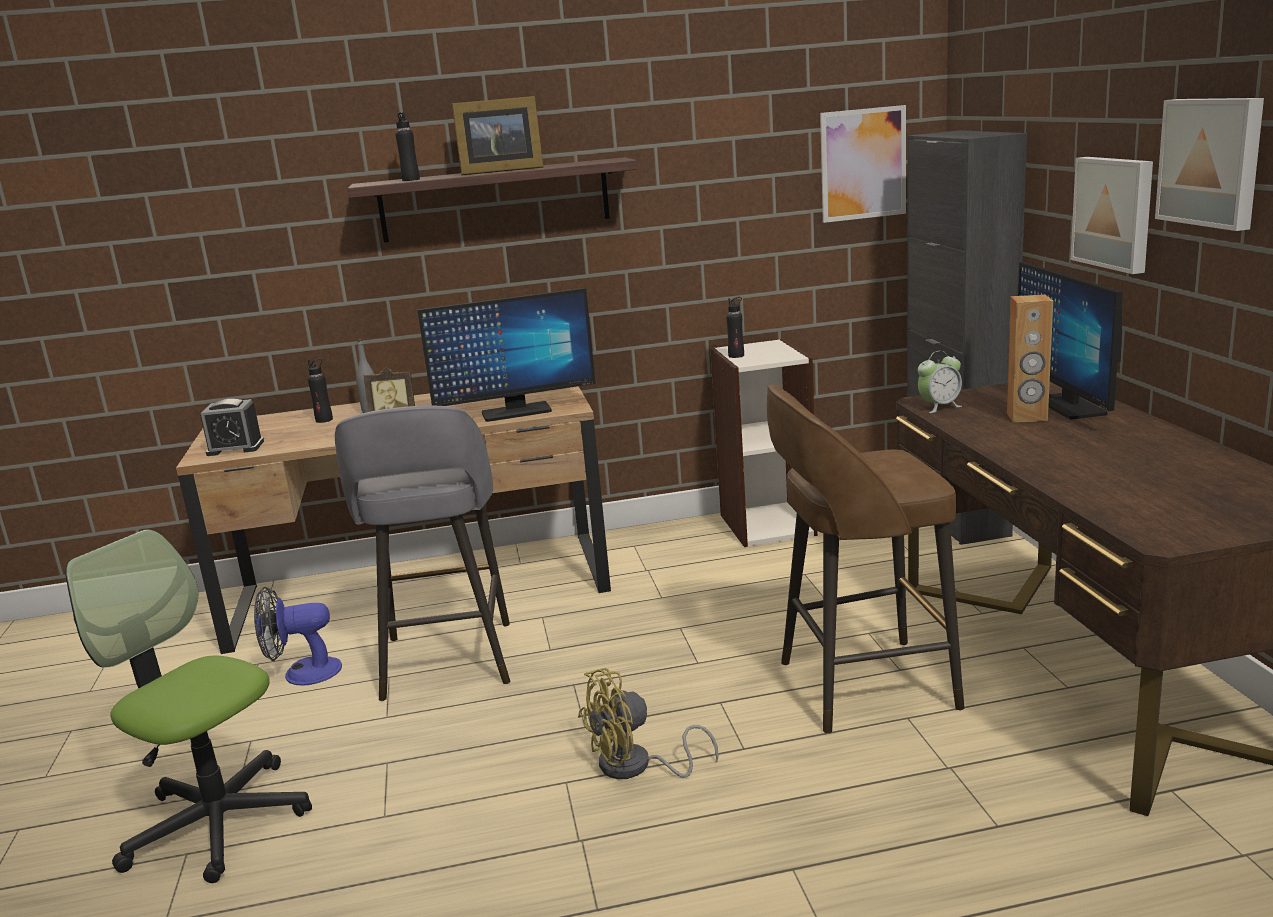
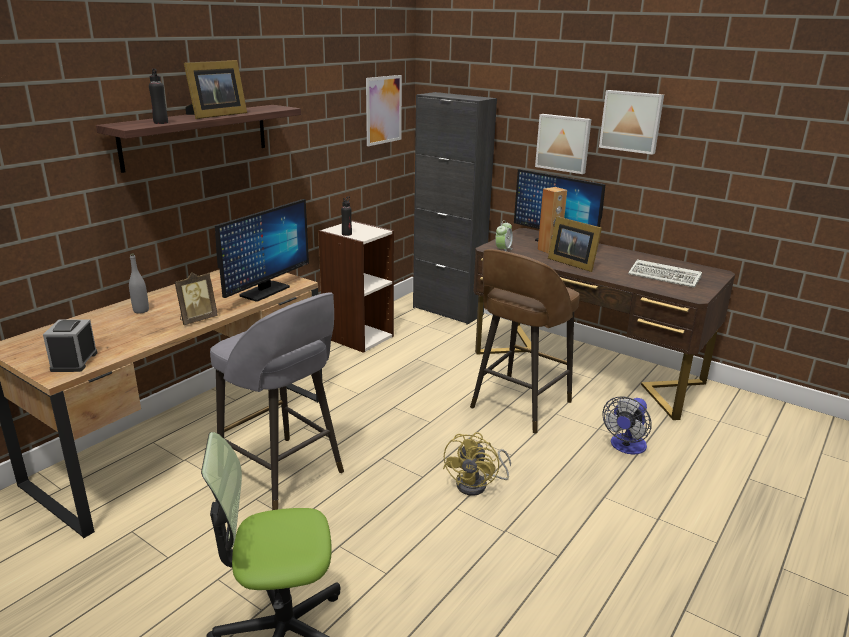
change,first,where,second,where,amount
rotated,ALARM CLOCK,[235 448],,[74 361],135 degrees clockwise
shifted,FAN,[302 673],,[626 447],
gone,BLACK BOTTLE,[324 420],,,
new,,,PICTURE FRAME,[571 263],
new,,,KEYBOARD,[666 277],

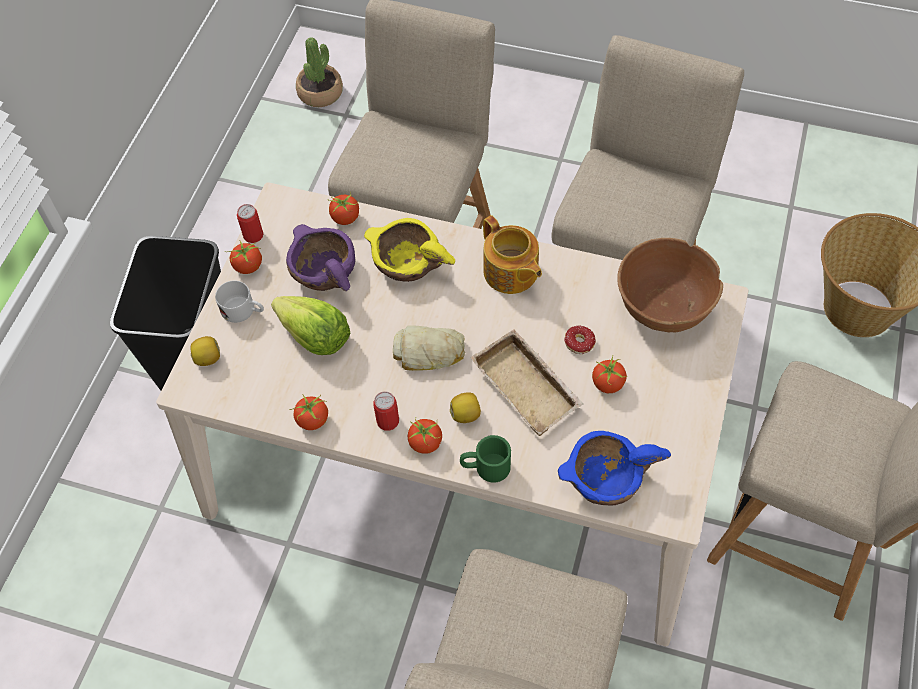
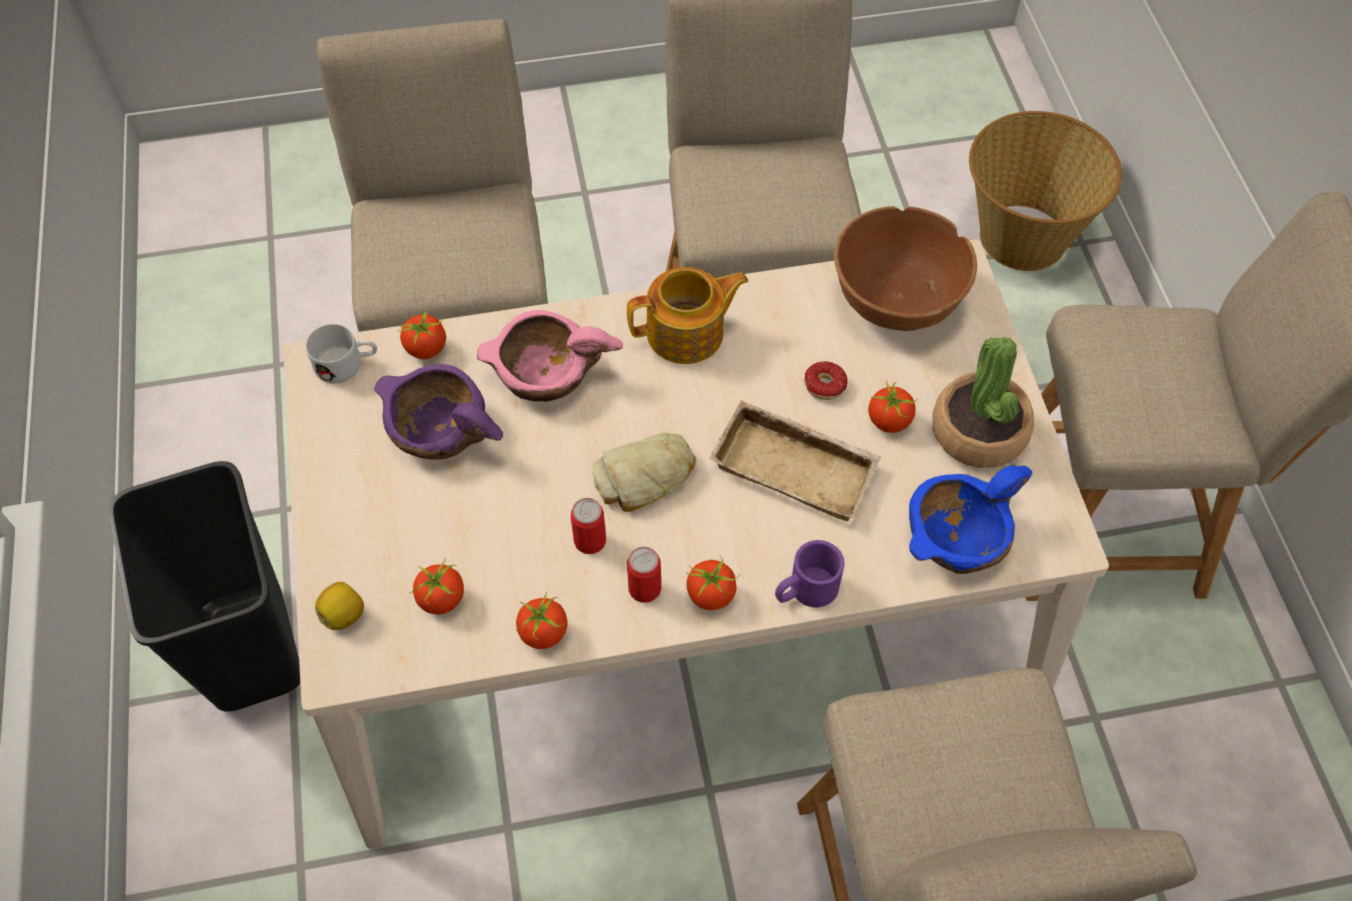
change,first,where,second,where,amount
shifted,WHITE MUG,[243 311],,[347 364],
shifted,TOMATO,[248 267],,[441 599],
shifted,CAN,[253 235],,[590 540],
gone,LETTUCE,[315 337],,,
shifted,POTTED PLANT,[320 93],,[979 432],
repainted,YELLOW BOWL,[407 263],PINK BOWL,[545 374],
gone,LEMON,[466 414],,,
repainted,GREEN MUG,[485 467],PURPLE MUG,[805 591],
rotated,TEAPOT,[511 273],,[687 333],45 degrees counterclockwise

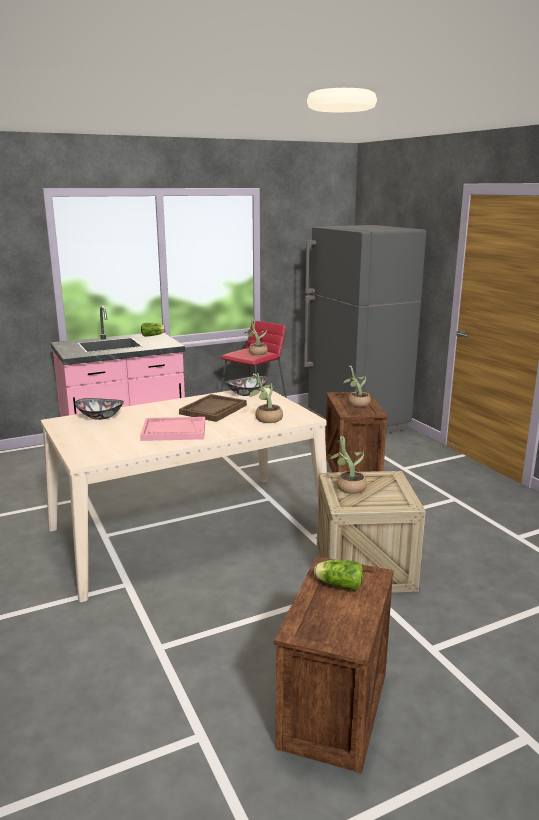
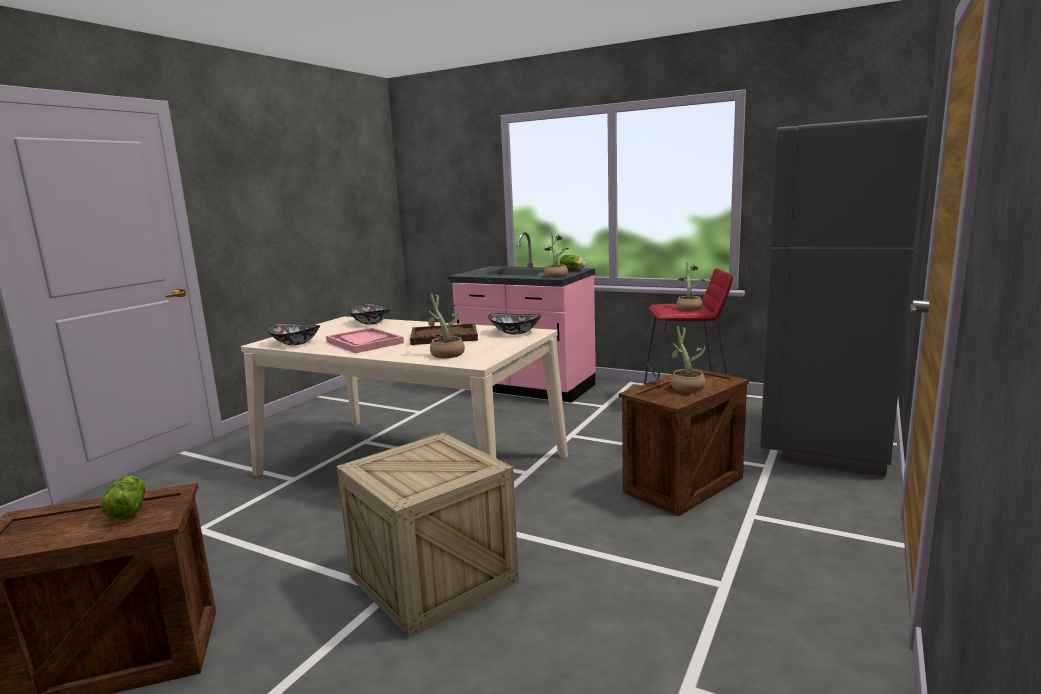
change,first,where,second,where,amount
shifted,POTTED PLANT,[347 487],,[555 276],
new,,,BOWL,[295 343],

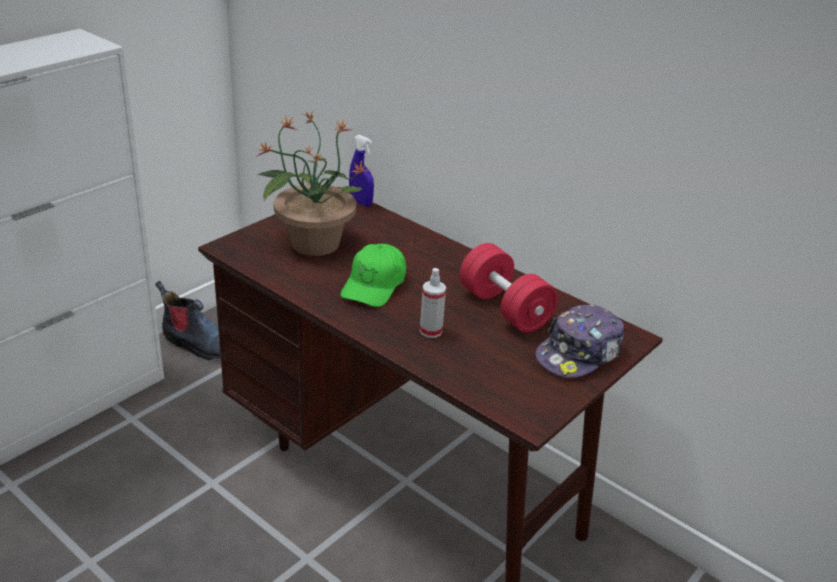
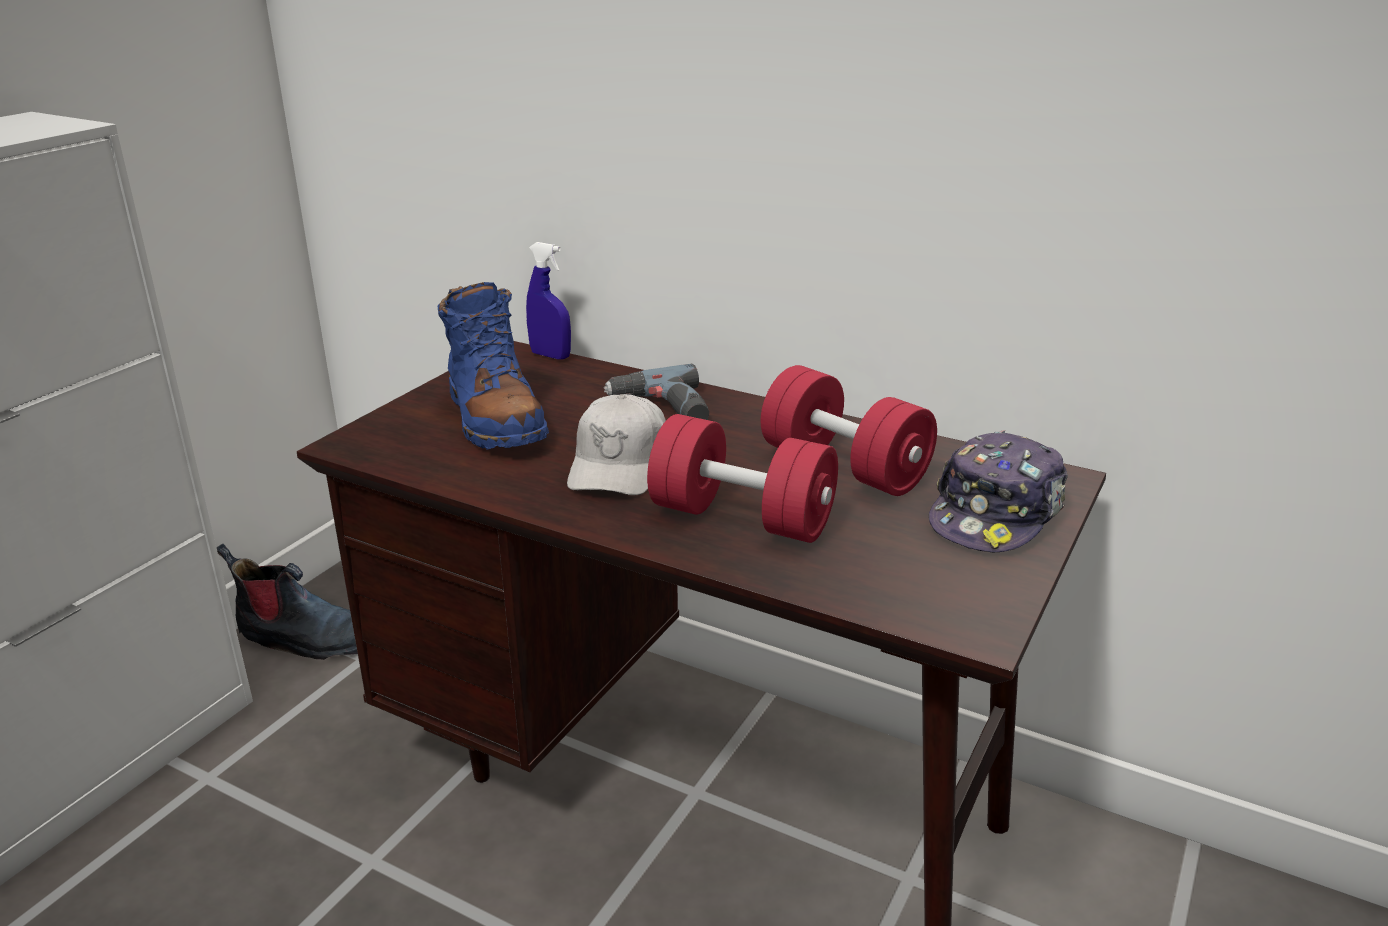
change,first,where,second,where,amount
swapped,POTTED PLANT,[313 243],BLUE BOOT,[494 419],
repainted,GREEN CAP,[374 285],WHITE CAP,[619 465],
swapped,SPRAY BOTTLE,[431 331],RED DUMBBELL,[742 518],
new,,,POWER DRILL,[662 409],

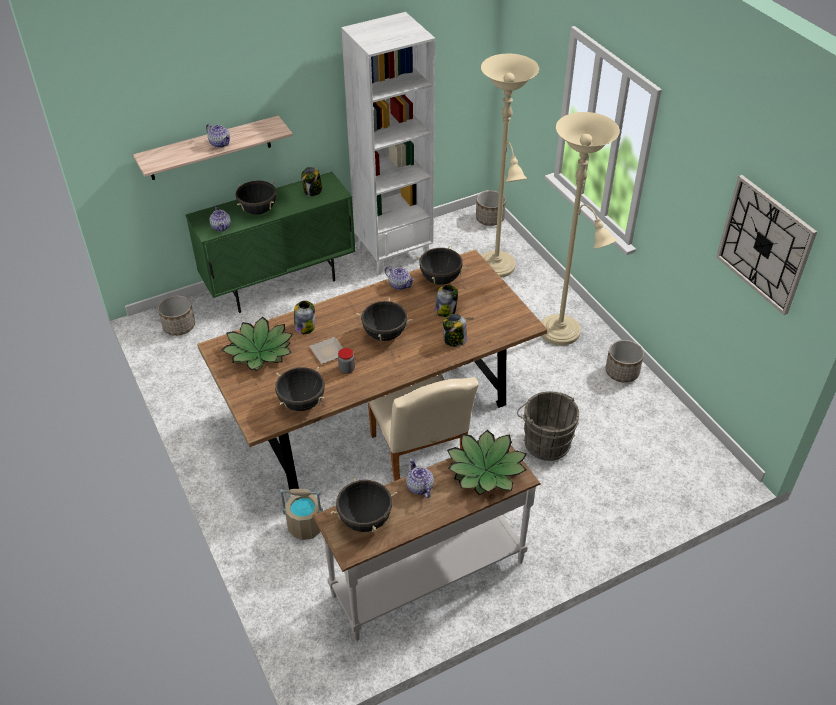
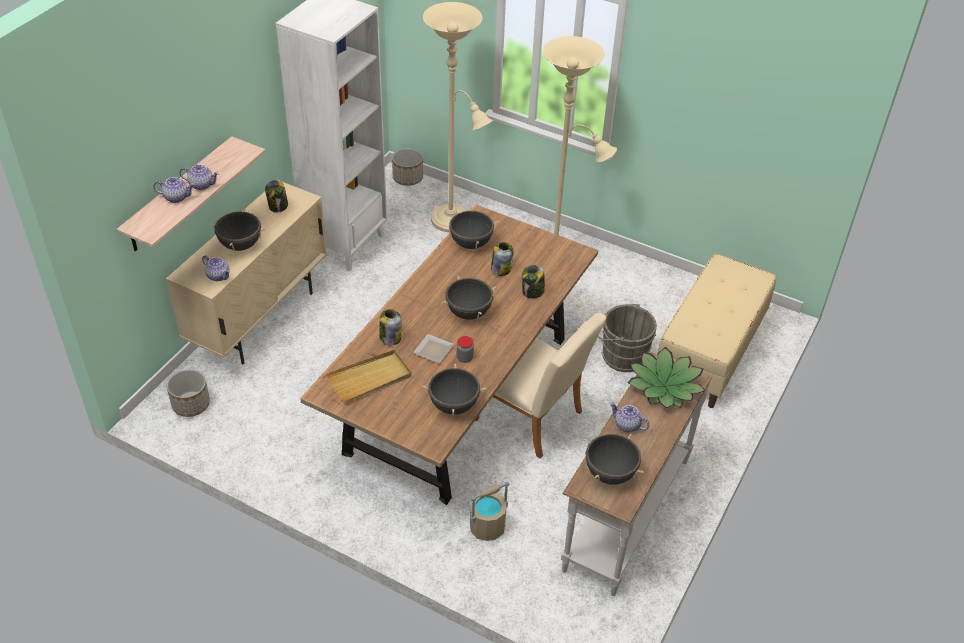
change,first,where,second,where,amount
repainted,GREEN CABINET,[280 284],BEIGE CABINET,[260 319],
swapped,POTTED PLANT,[259 352],BEIGE TRAY,[369 378],
shifted,TEAPOT,[400 285],,[176 197],
gone,PLANTER,[622 372],,,
gone,WALL CLOCK,[764 244],,,
new,,,BEIGE BENCH,[709 353],

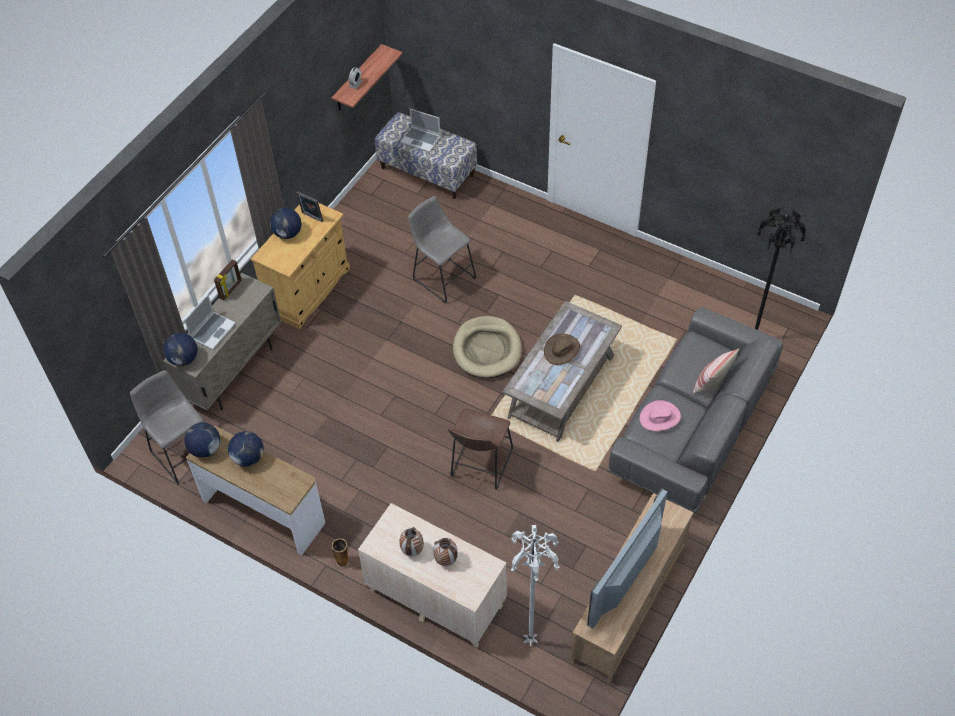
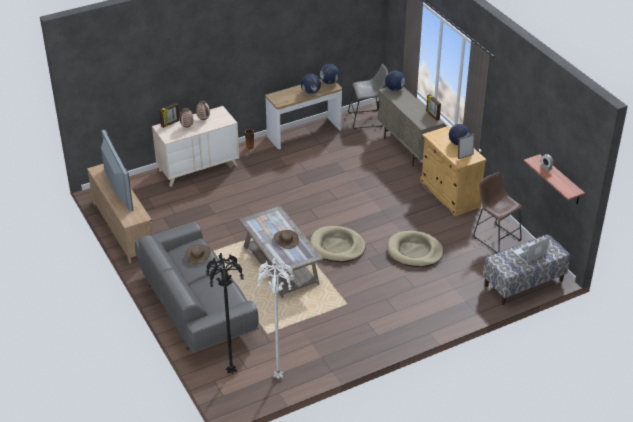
change,first,where,second,where,amount
gone,LAPTOP,[212 330],,,
swapped,GREY STOOL,[442 276],BEIGE DOG BED,[415 251],
shifted,BROWN STOOL,[480 466],,[495 237],
shifted,WHITE FLOOR LAMP,[531 640],,[278 378],
repainted,PINK HAT,[660 417],BROWN HAT,[198 254],
gone,PILLOW,[711 383],,,
new,,,PICTURE FRAME,[170 123],

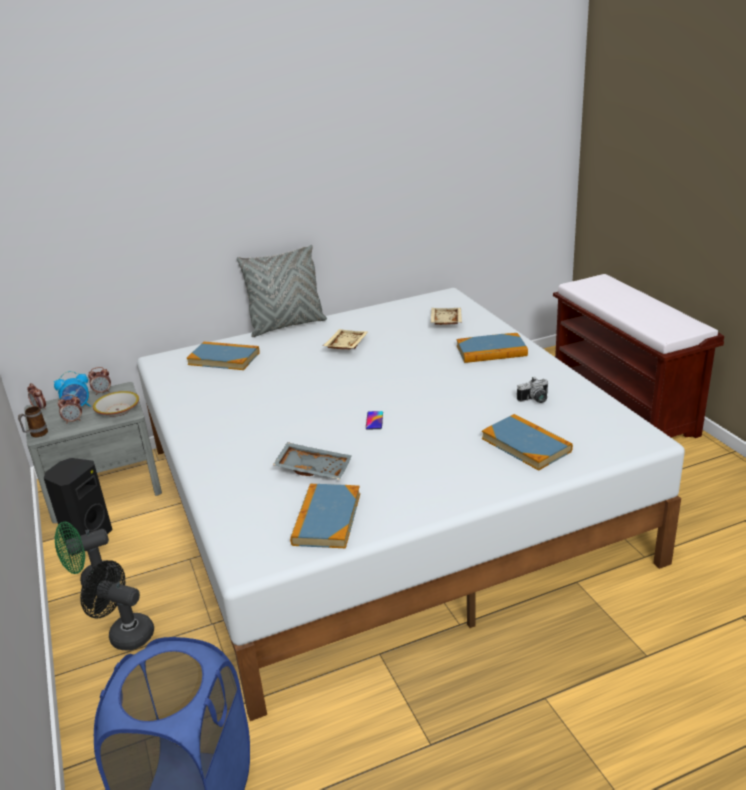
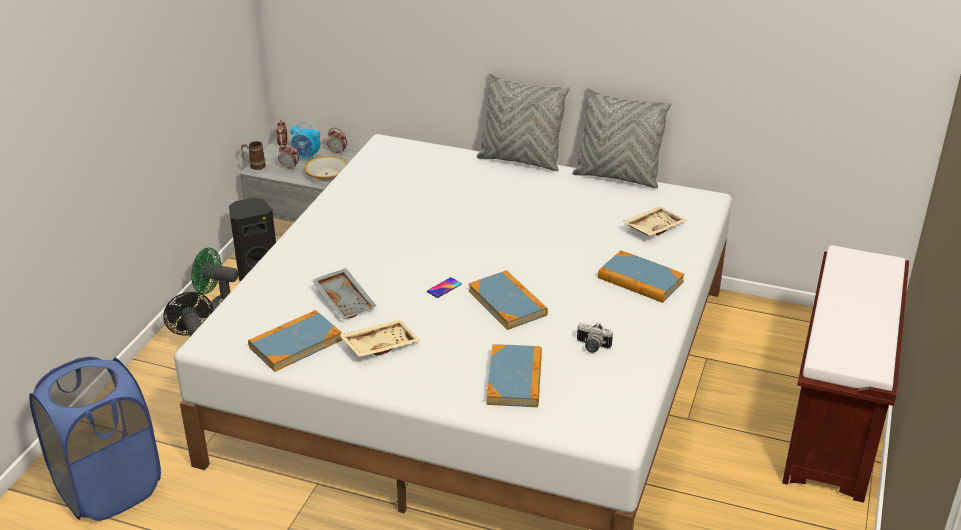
change,first,where,second,where,amount
shifted,BOOK,[224 358],,[507 303],
shifted,BEIGE TRAY,[345 346],,[379 345],
new,,,GREY PILLOW,[617 177],

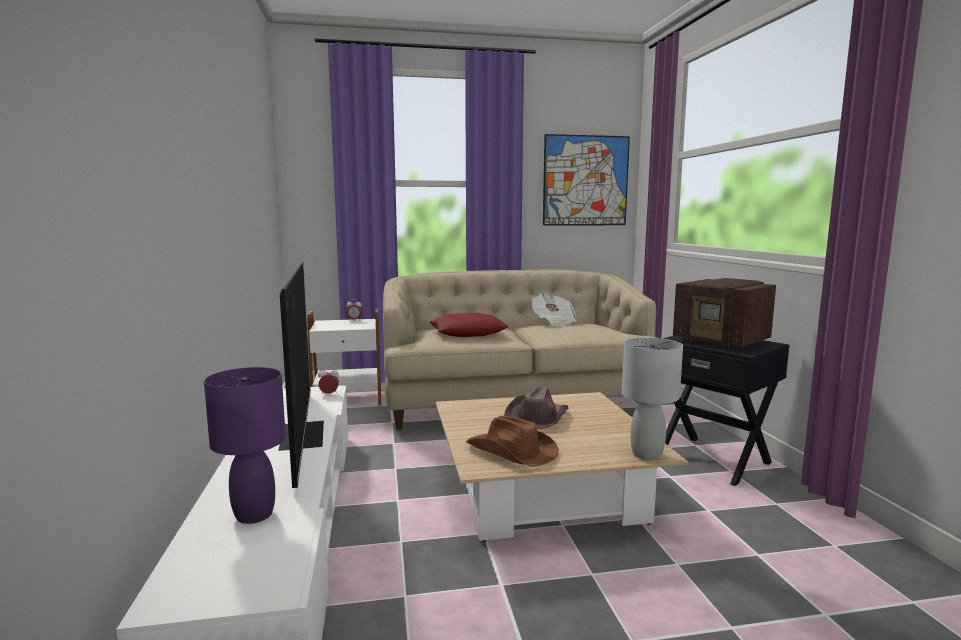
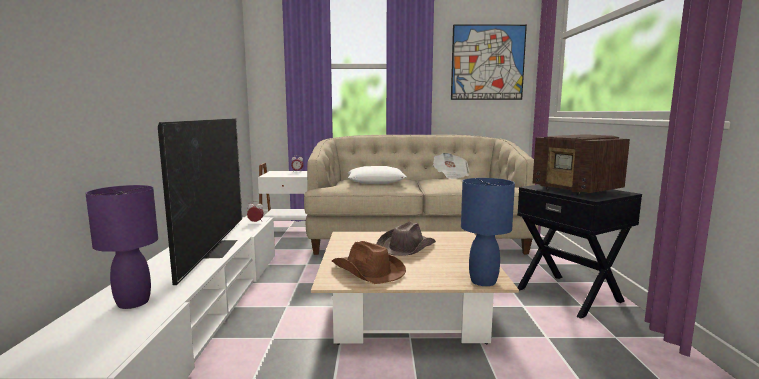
change,first,where,second,where,amount
repainted,RED PILLOW,[468 332],WHITE PILLOW,[376 181],
repainted,GREY TABLE LAMP,[646 454],BLUE TABLE LAMP,[483 281],

